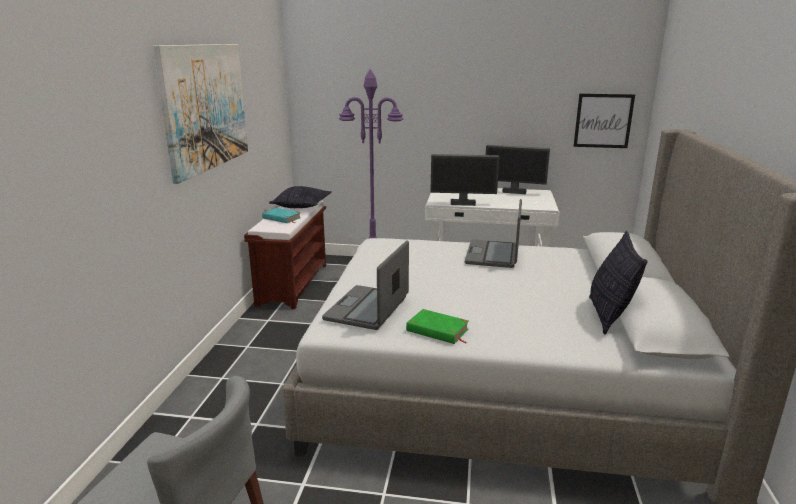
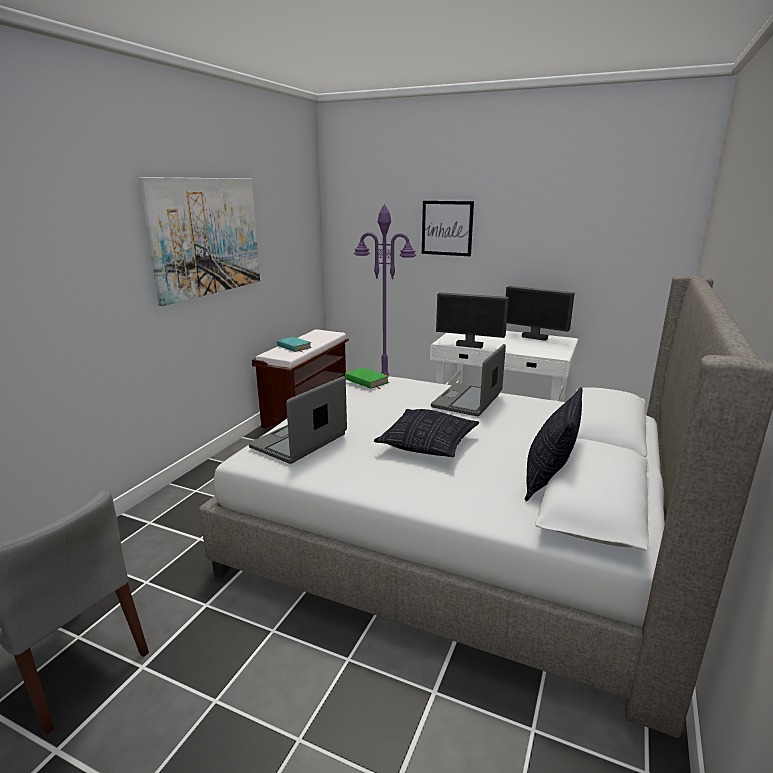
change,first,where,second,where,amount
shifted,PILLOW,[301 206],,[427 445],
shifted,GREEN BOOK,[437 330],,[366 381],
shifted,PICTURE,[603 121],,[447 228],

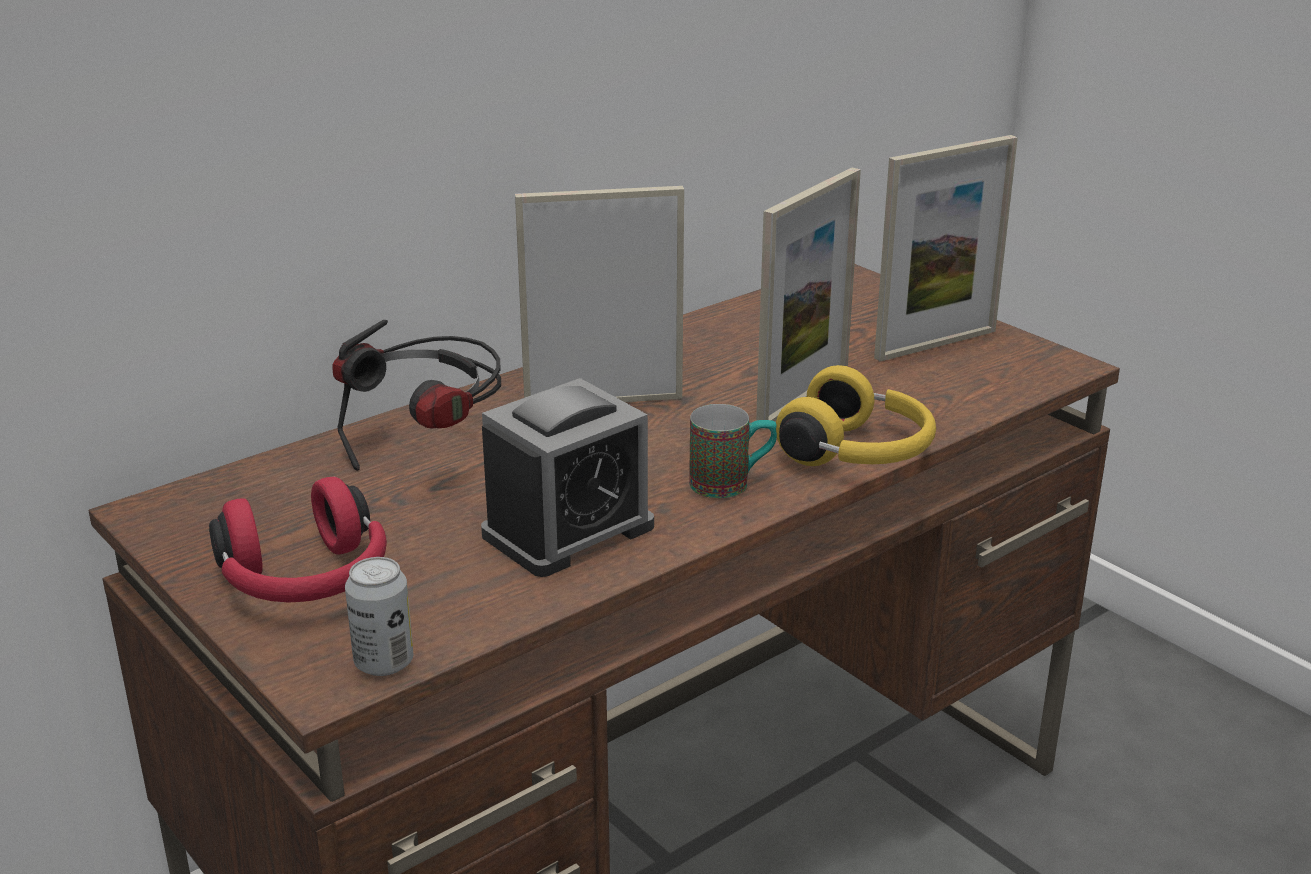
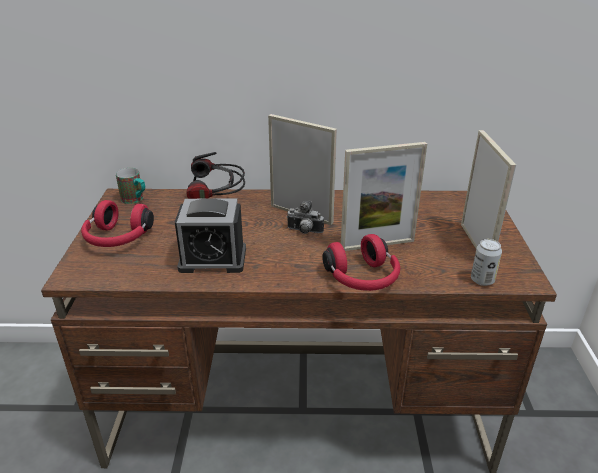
change,first,where,second,where,amount
shifted,CAN,[384 662],,[482 280],
shifted,MUG,[732 483],,[135 200],
repainted,YELLOW HEADPHONES,[859 453],RED HEADPHONES,[363 279],
rotated,PICTURE FRAME,[935 344],,[475 244],105 degrees counterclockwise
new,,,PHOTO CAMERA,[304 232],

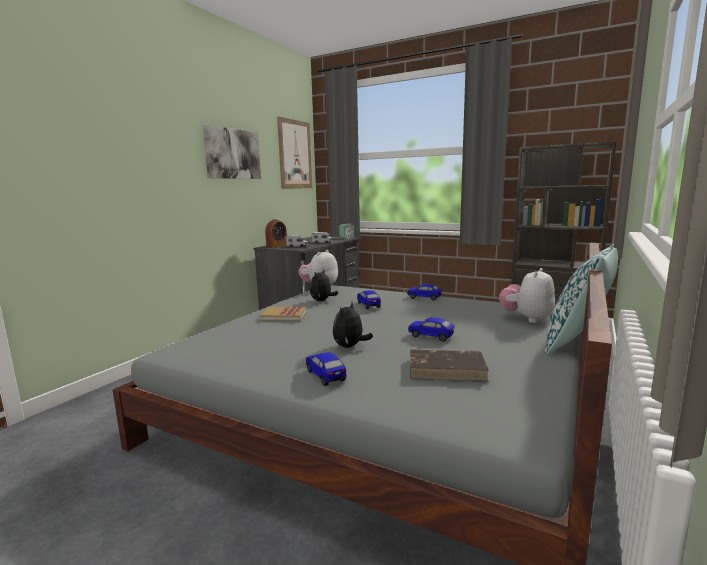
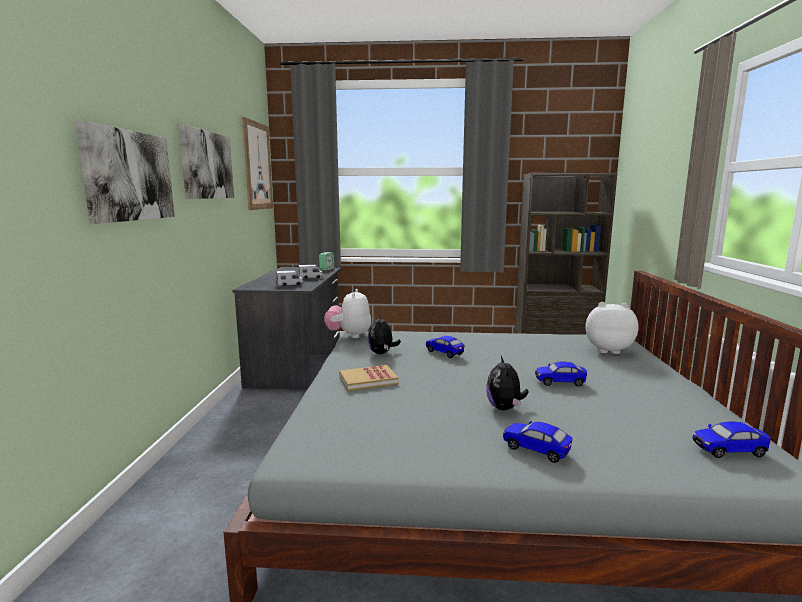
change,first,where,second,where,amount
gone,ALARM CLOCK,[276 246],,,
shifted,TOY CAR,[424 298],,[728 450],
gone,BROWN BOOK,[447 369],,,
rotated,PLUSH TOY,[527 319],,[607 350],90 degrees clockwise
gone,PILLOW,[578 342],,,
new,,,PICTURE,[128 176],

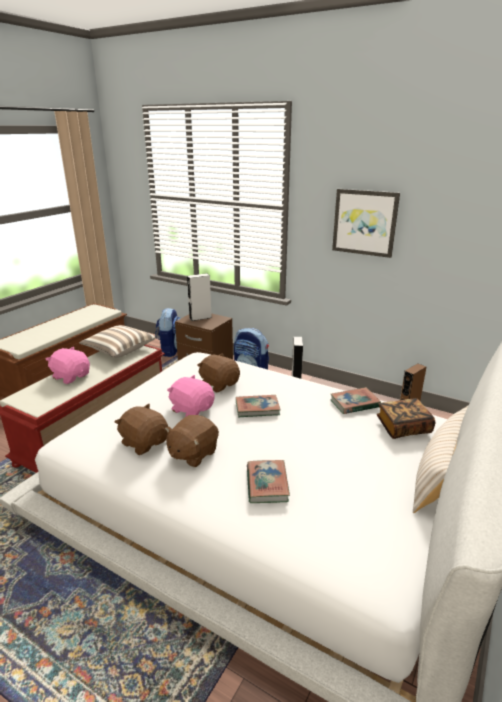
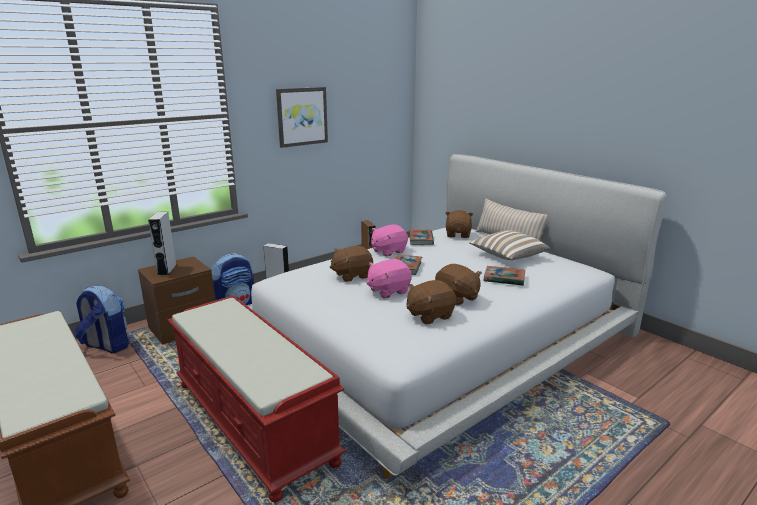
change,first,where,second,where,amount
shifted,PINK PLUSH TOY,[71 376],,[388 251],
shifted,PILLOW,[119 350],,[507 256],
swapped,BOOK,[403 427],BROWN PLUSH TOY,[458 234],

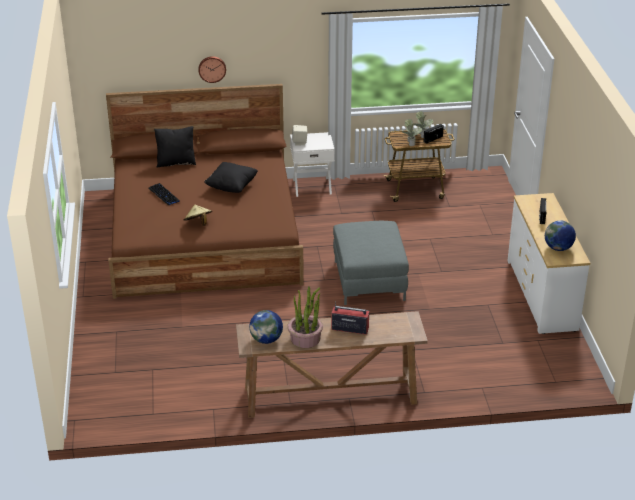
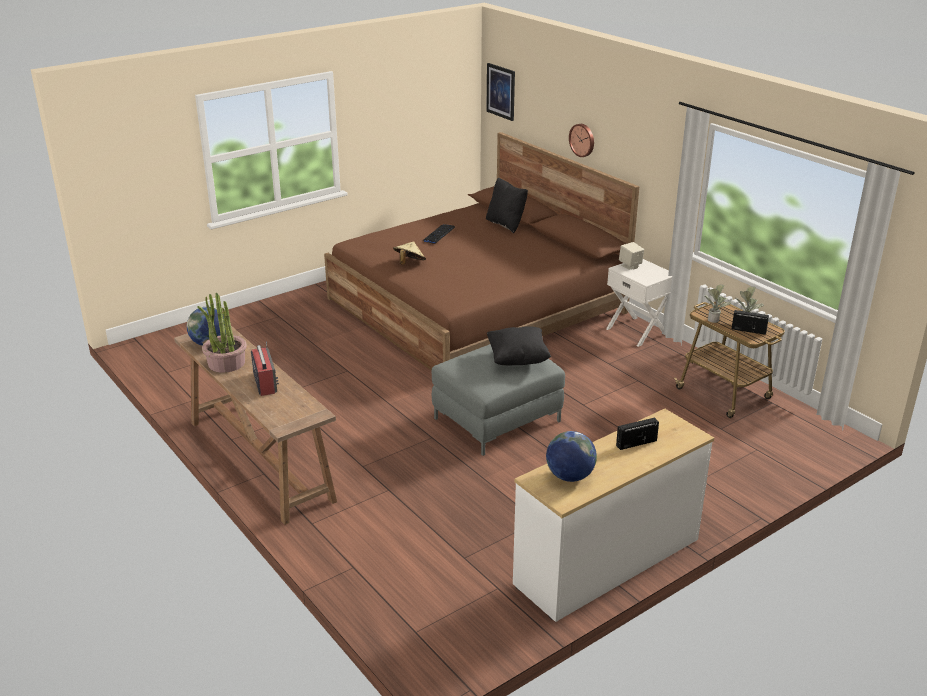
change,first,where,second,where,amount
shifted,BLACK PILLOW,[231 187],,[518 359],
new,,,PICTURE,[501 91],

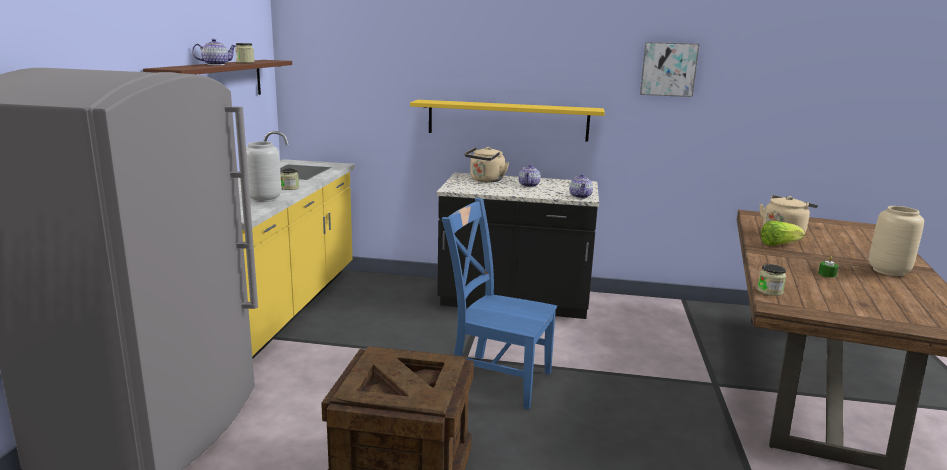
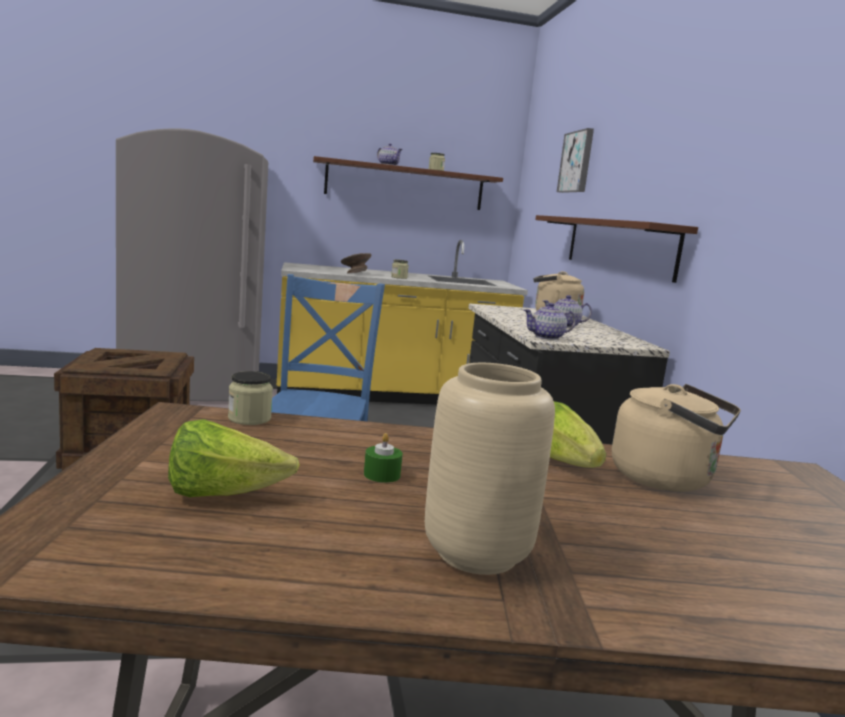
change,first,where,second,where,amount
swapped,GREY VASE,[265 199],GREY BOWL,[354 273],
repainted,YELLOW SHELF,[507 120],BROWN SHELF,[618 245],
shifted,PICTURE,[668 69],,[577 162],
new,,,LETTUCE,[223 494],

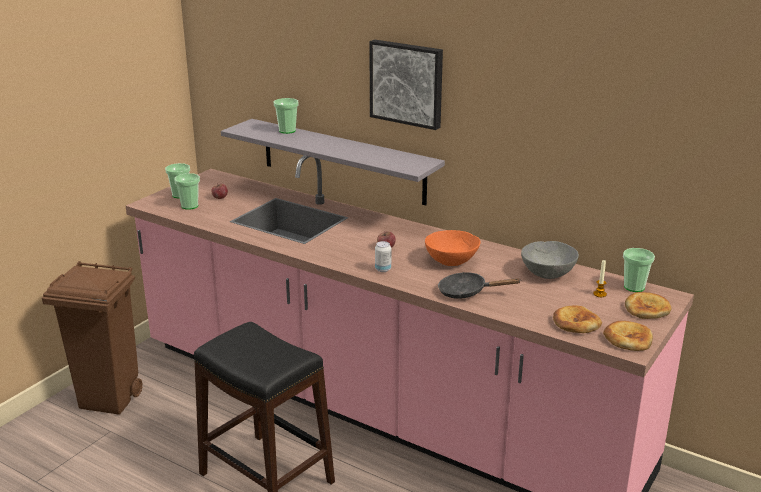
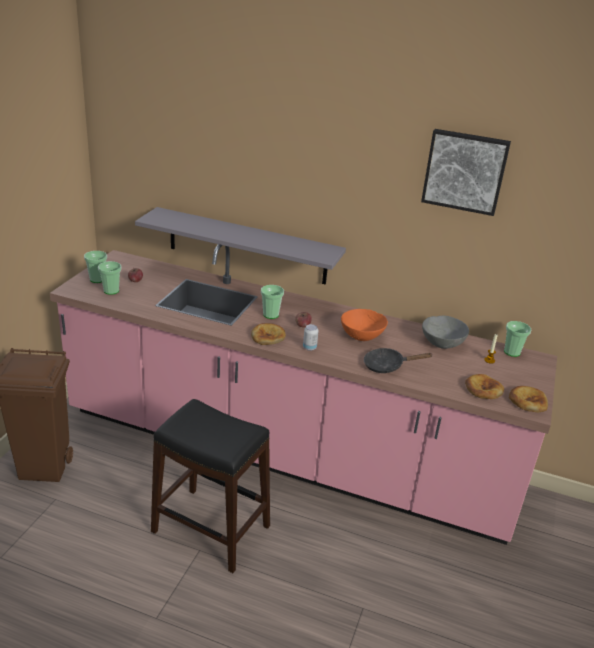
change,first,where,second,where,amount
shifted,CUP,[287 131],,[271 315],
shifted,PICTURE,[407 83],,[465 171],
shifted,BREAD,[647 309],,[268 336],

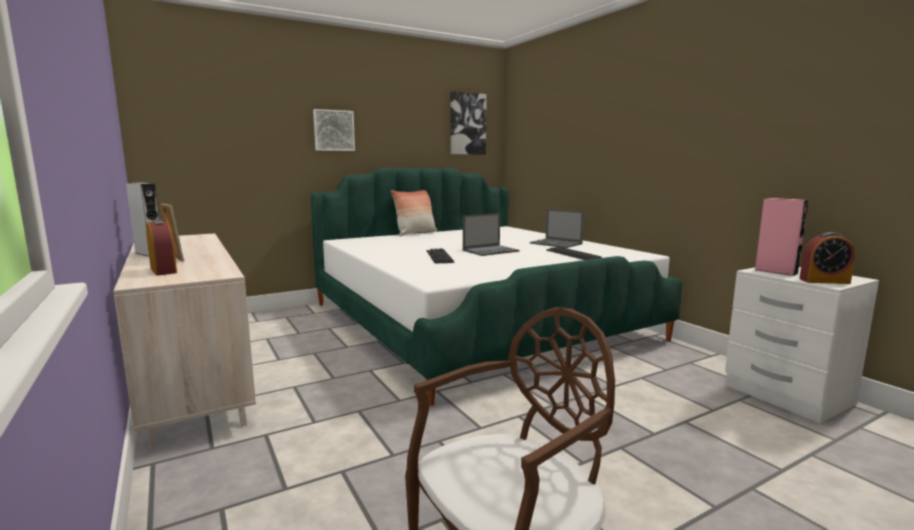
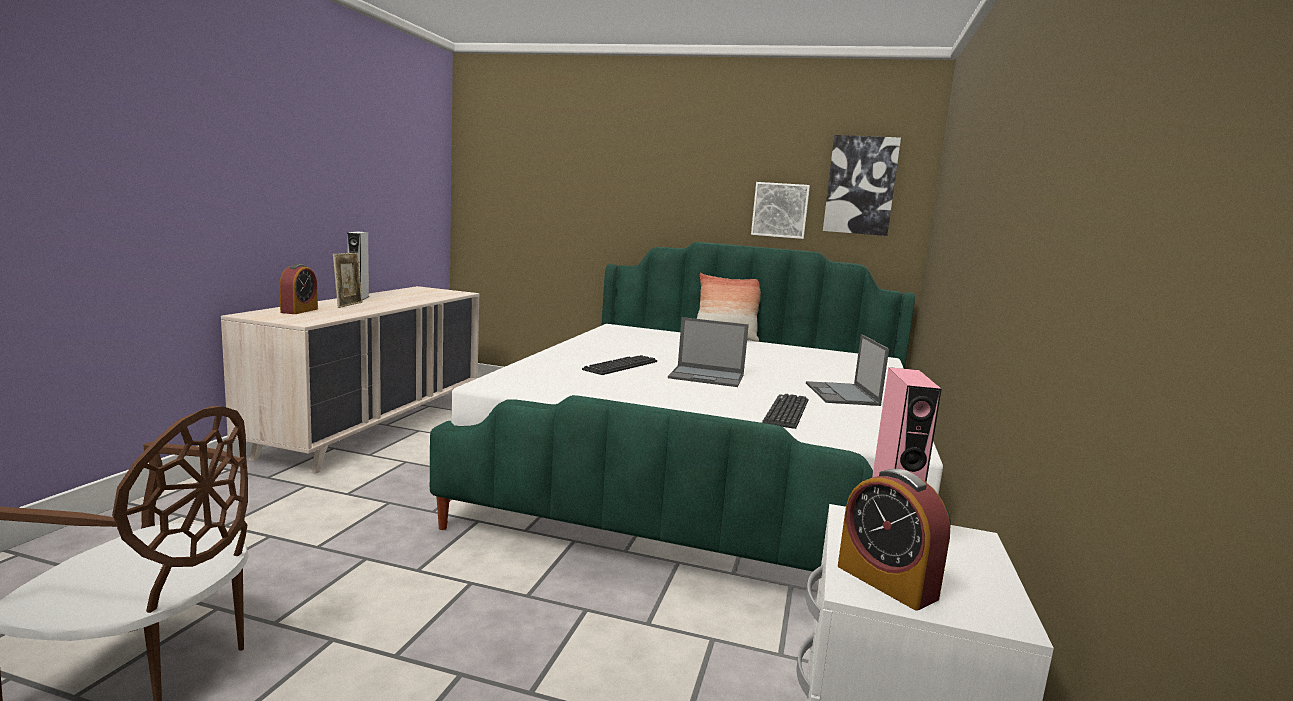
change,first,where,second,where,amount
shifted,PICTURE,[333 130],,[780 210],

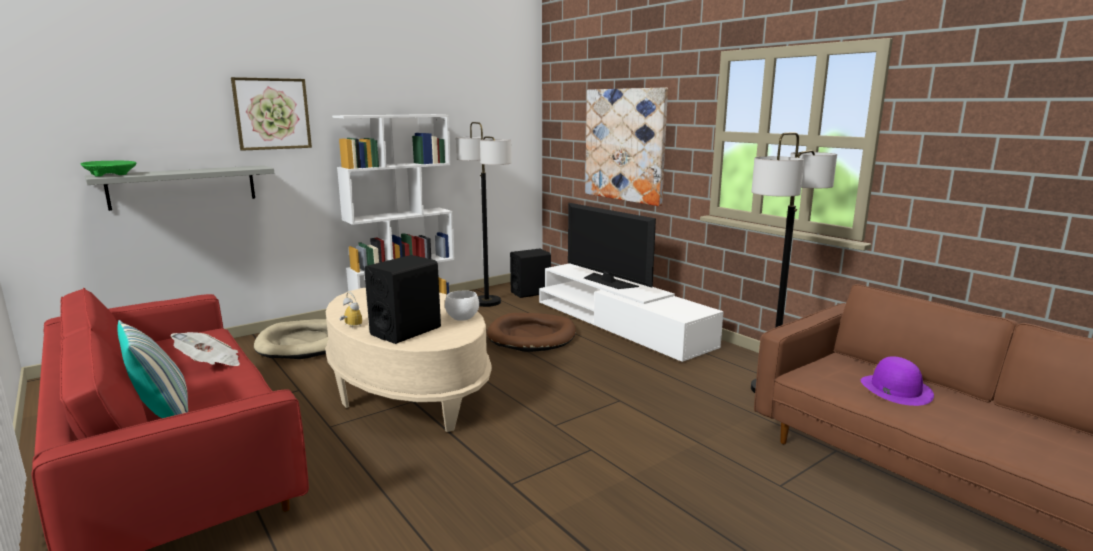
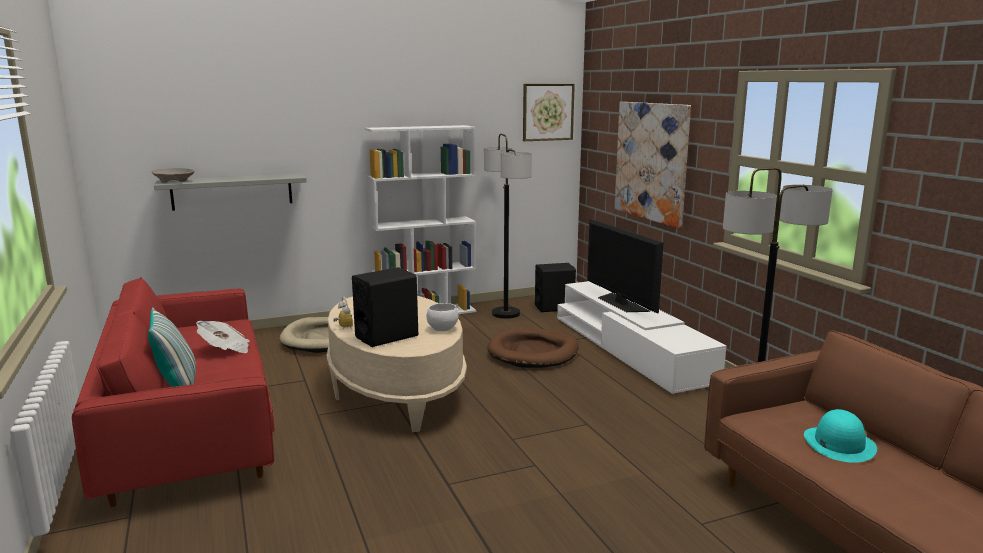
change,first,where,second,where,amount
repainted,GREEN BOWL,[111 175],BEIGE BOWL,[174 181],
shifted,PICTURE,[272 114],,[548 112],
repainted,PURPLE HAT,[895 389],TURQUOISE HAT,[839 444],

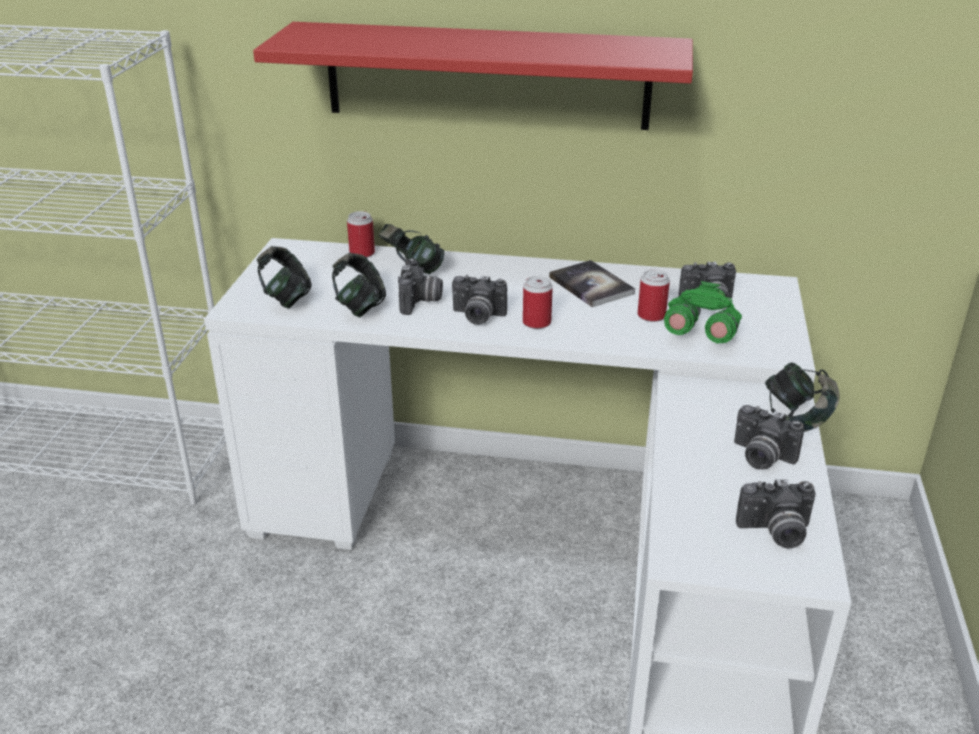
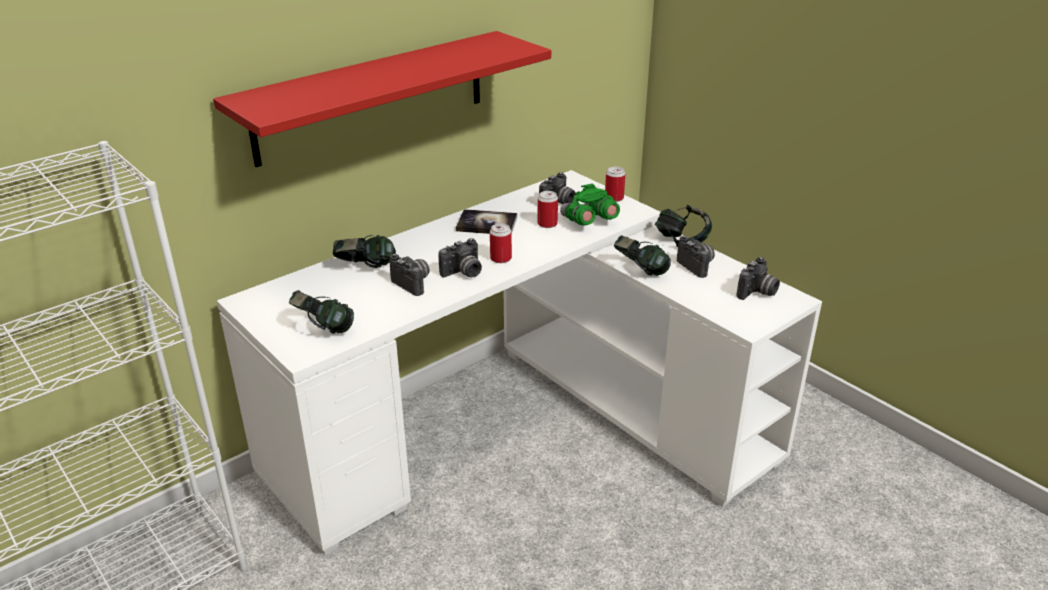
change,first,where,second,where,amount
shifted,HEADPHONES,[360 307],,[640 271],
shifted,CAN,[362 253],,[614 198],
rotated,PHOTO CAMERA,[760 457],,[698 266],105 degrees counterclockwise

